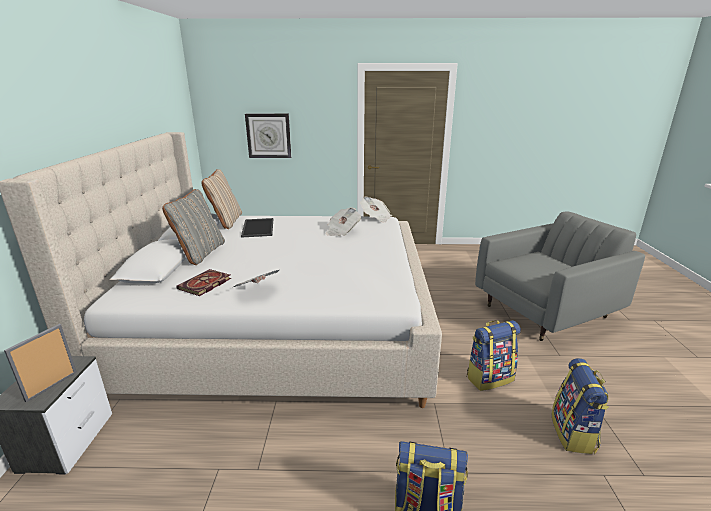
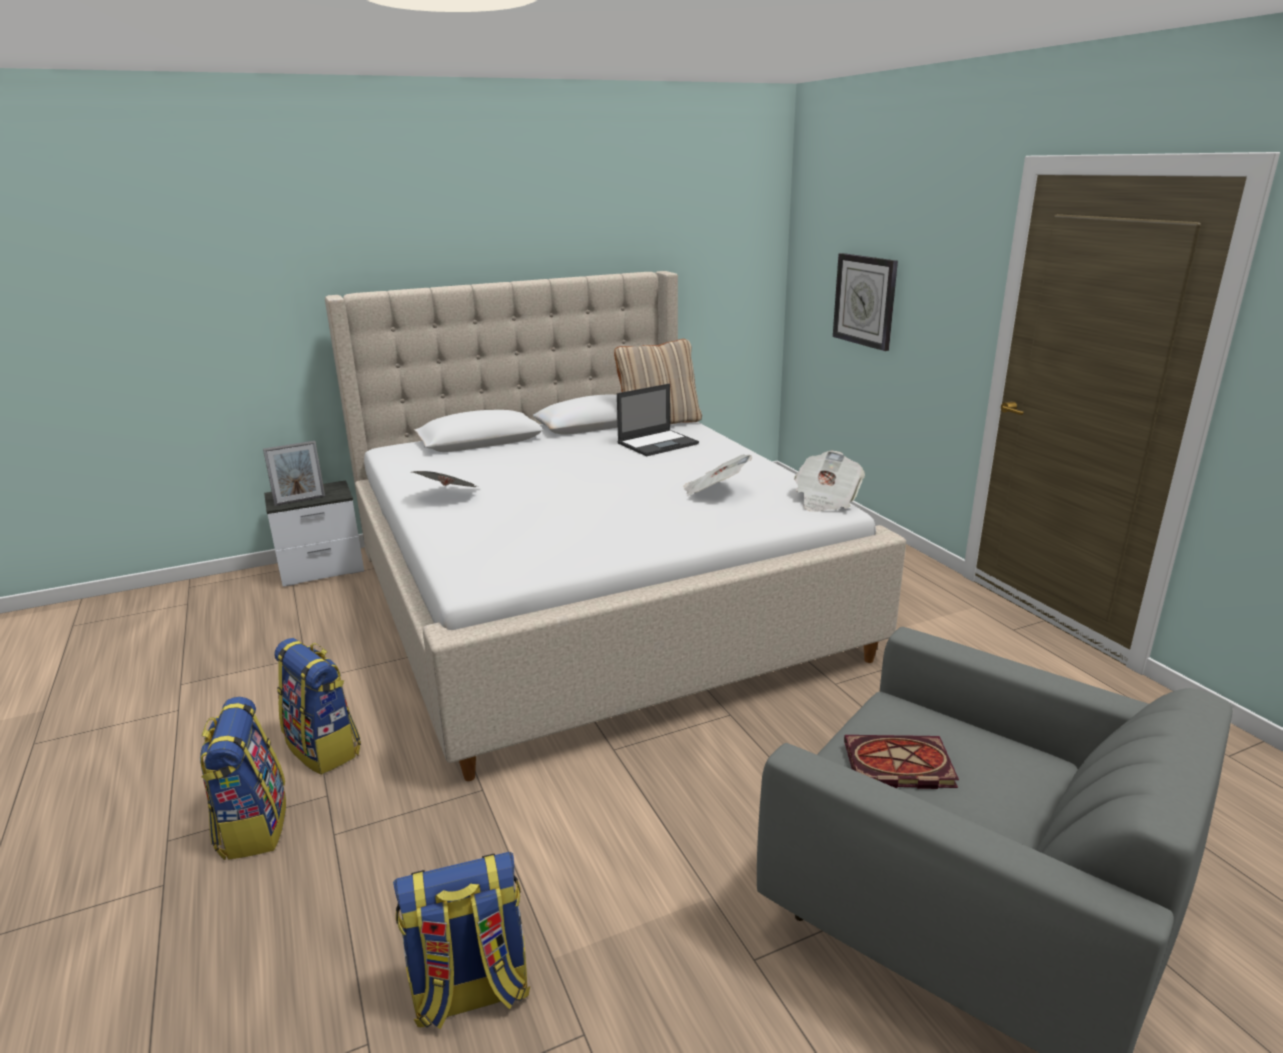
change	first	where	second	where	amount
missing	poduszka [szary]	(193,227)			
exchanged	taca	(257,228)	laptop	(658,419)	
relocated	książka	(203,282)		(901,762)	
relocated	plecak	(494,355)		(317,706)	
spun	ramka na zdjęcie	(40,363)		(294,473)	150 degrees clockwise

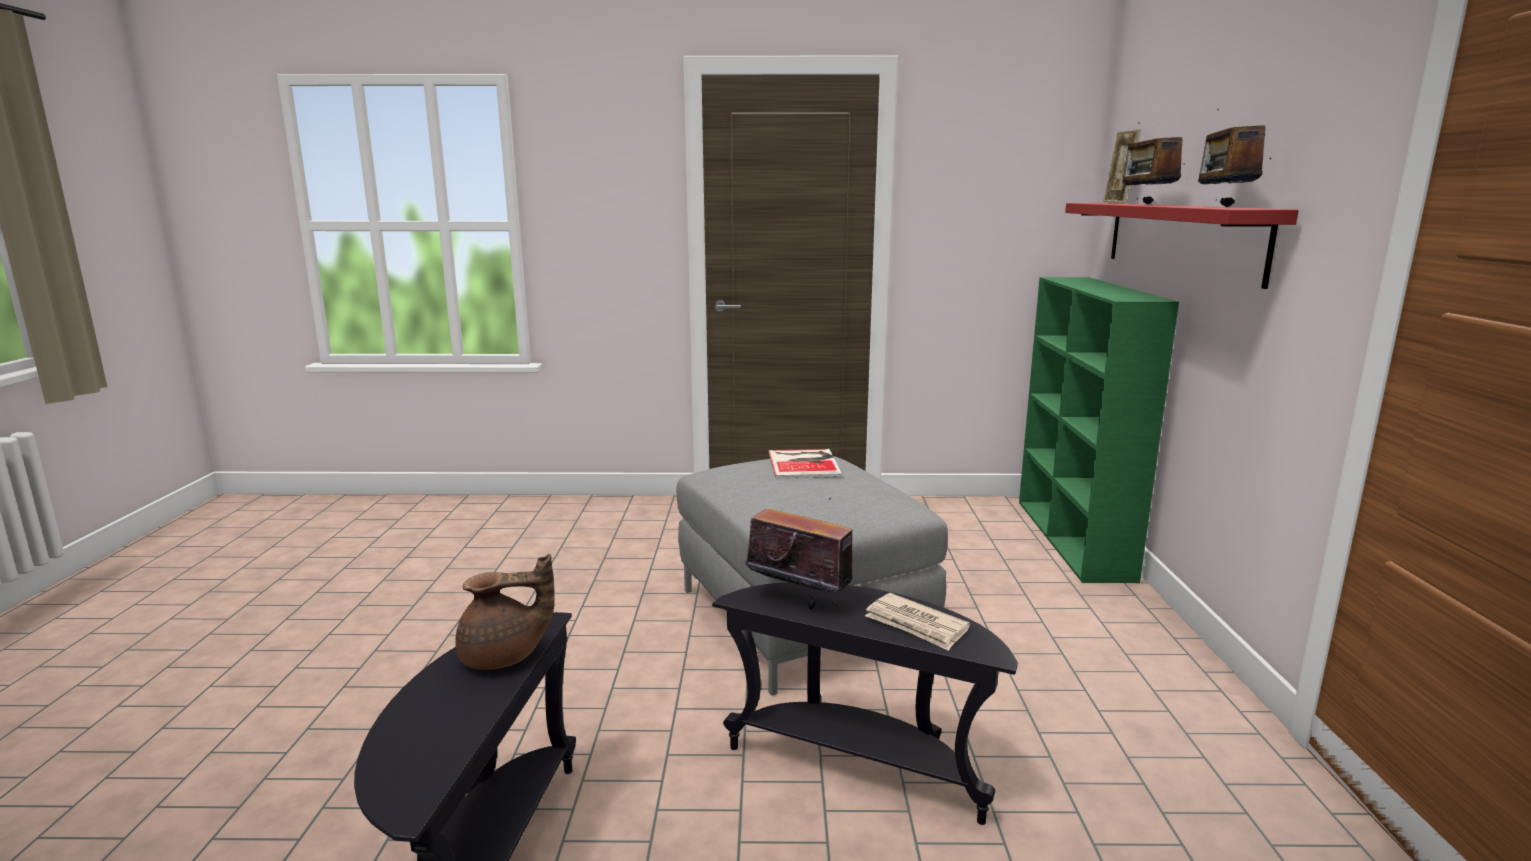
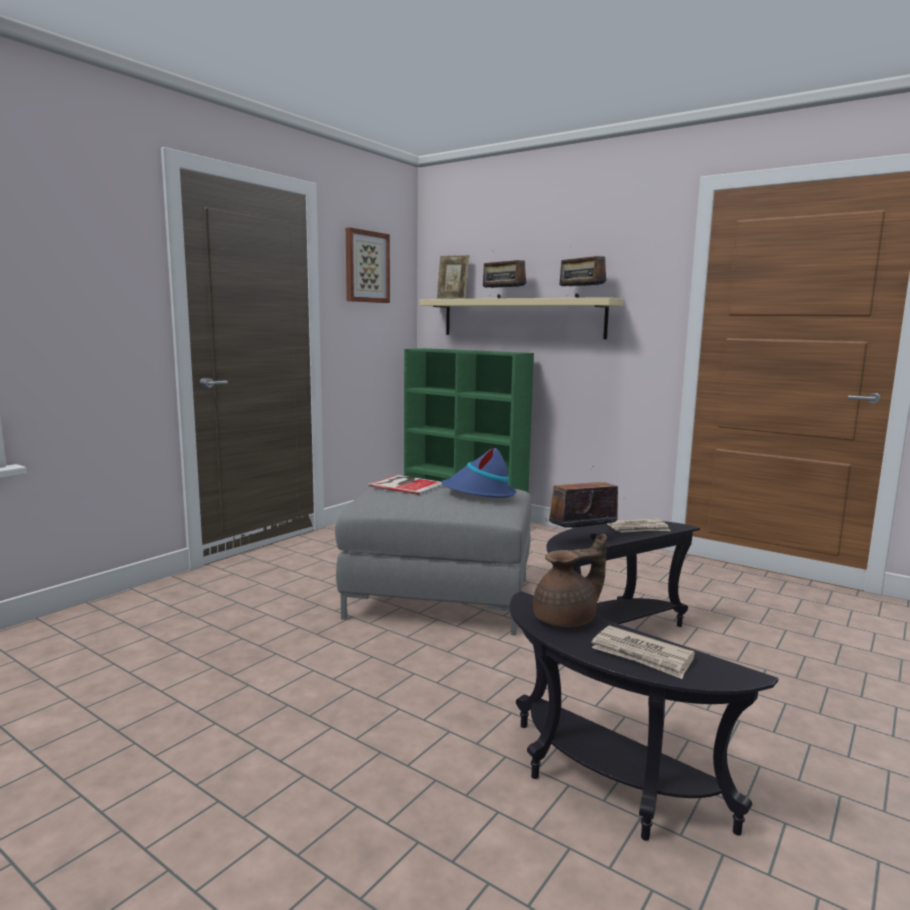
change	first	where	second	where	amount
colour	półka [czerwony]	(1182,246)	półka [beżowy]	(521,318)	
spun	imbryk [brązowy]	(505,612)		(570,580)	45 degrees clockwise
appeared			obraz	(368,265)	
appeared			kapelusz [niebieski]	(479,472)	
appeared			gazeta	(643,652)	

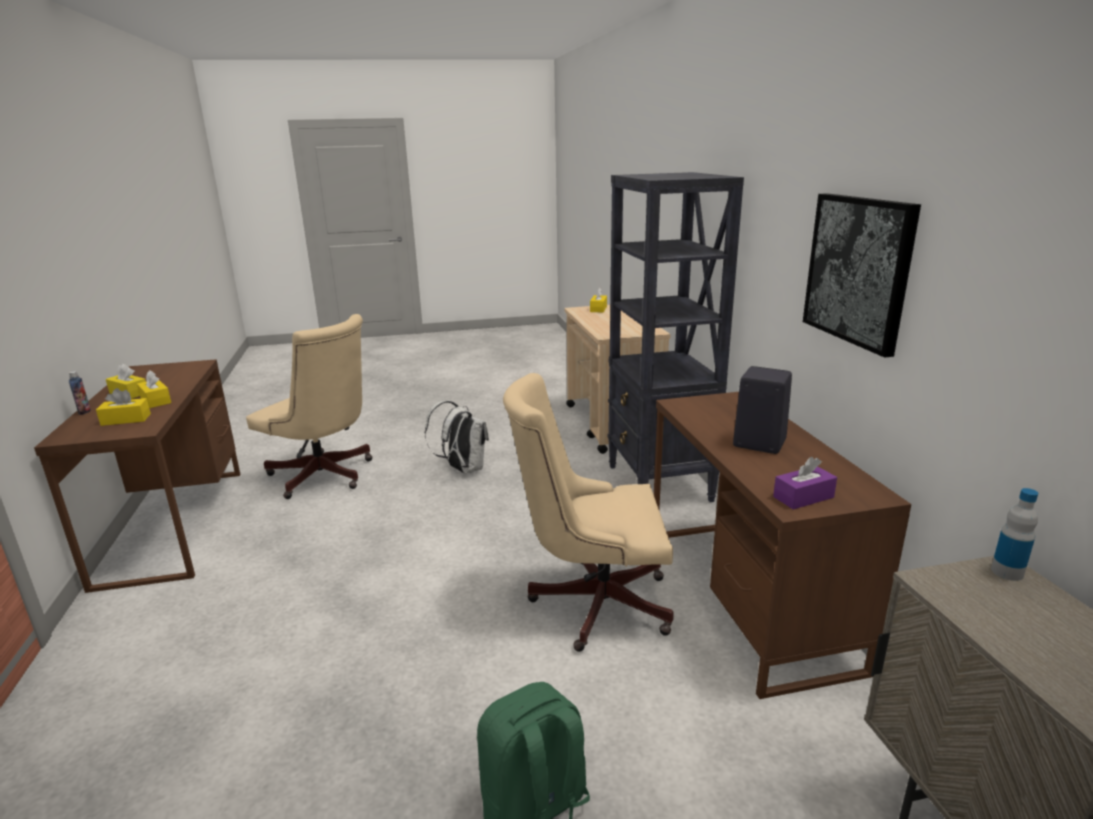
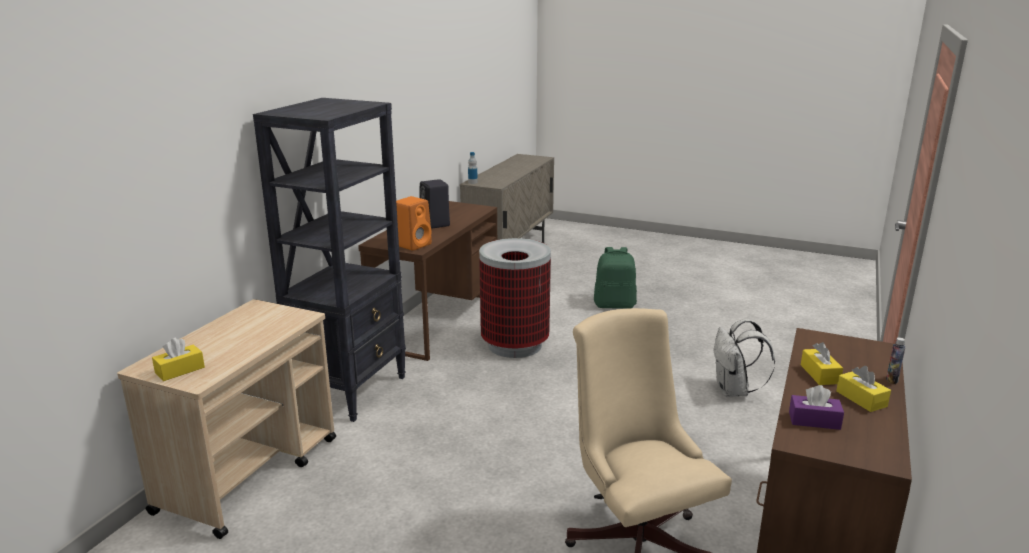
change	first	where	second	where	amount
missing	obraz	(862,275)			
exchanged	krzesło biurowe [beżowy]	(588,512)	kosz na śmieci	(515,298)	
missing	pudełko chusteczek [żółty]	(123,407)			
relocated	plecak [biały]	(457,437)		(744,358)	
relocated	pudełko chusteczek [fioletowy]	(805,483)		(816,407)	
appeared			głośnik [pomarańczowy]	(414,223)	

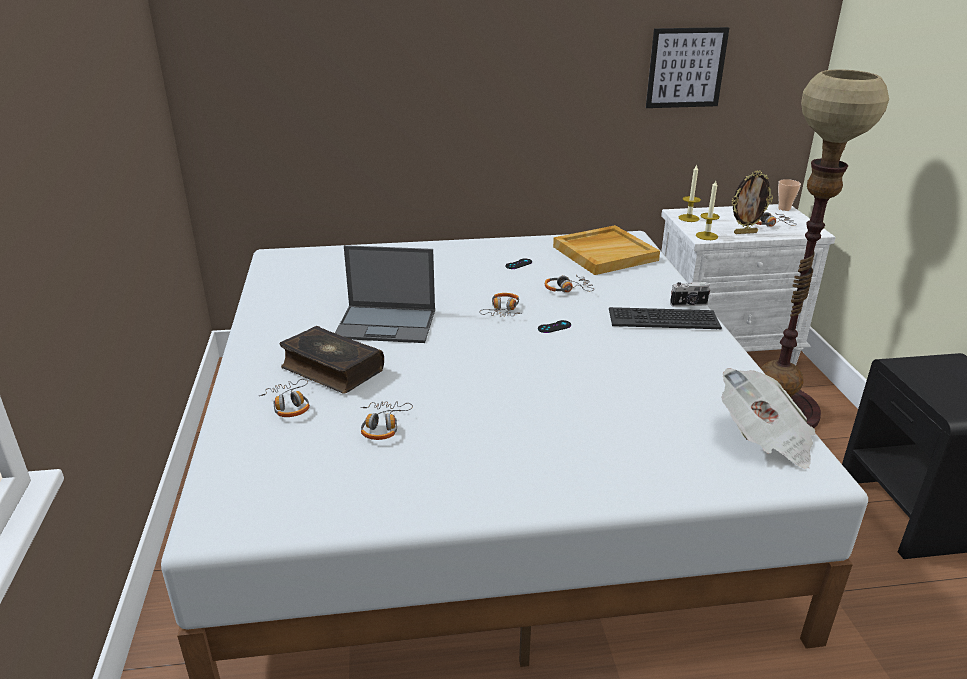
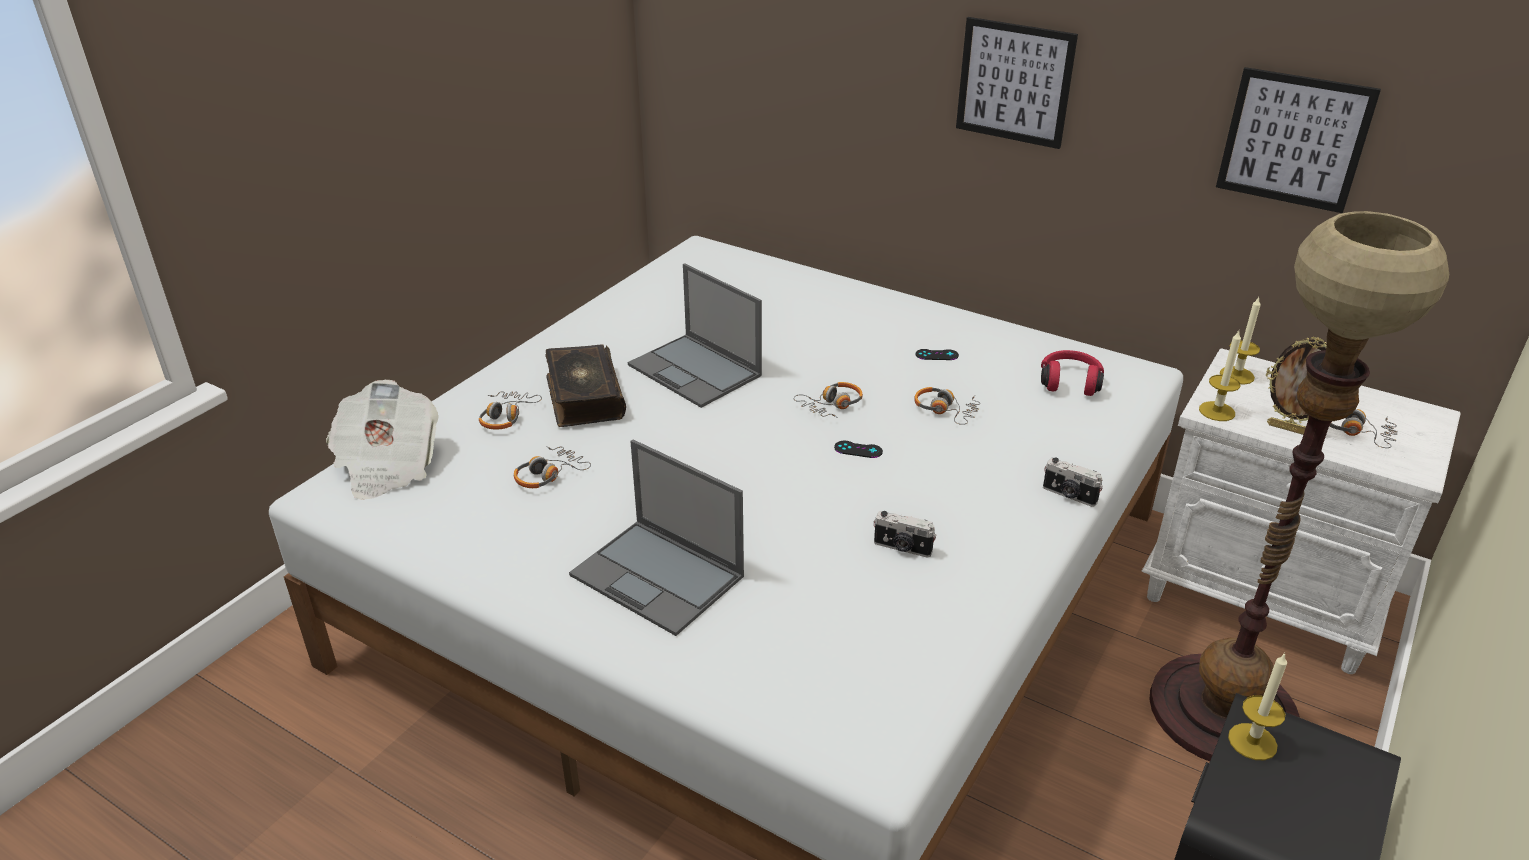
change	first	where	second	where	amount
missing	filiżanka	(789,195)			
exchanged	taca [beżowy]	(606,250)	słuchawki [czerwony]	(1072,373)	
missing	klawiatura	(665,318)			
relocated	gazeta	(768,418)		(382,440)	
appeared			obraz	(1017,83)	
appeared			laptop	(656,537)	
appeared			aparat fotograficzny	(905,534)	
appeared			świeca	(1257,706)	

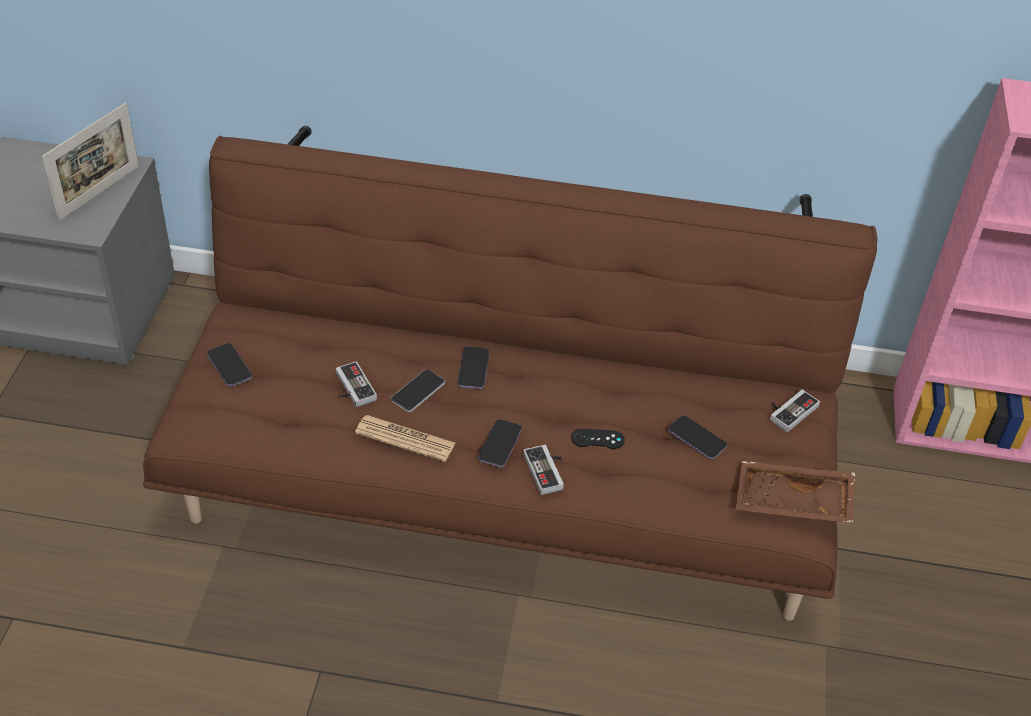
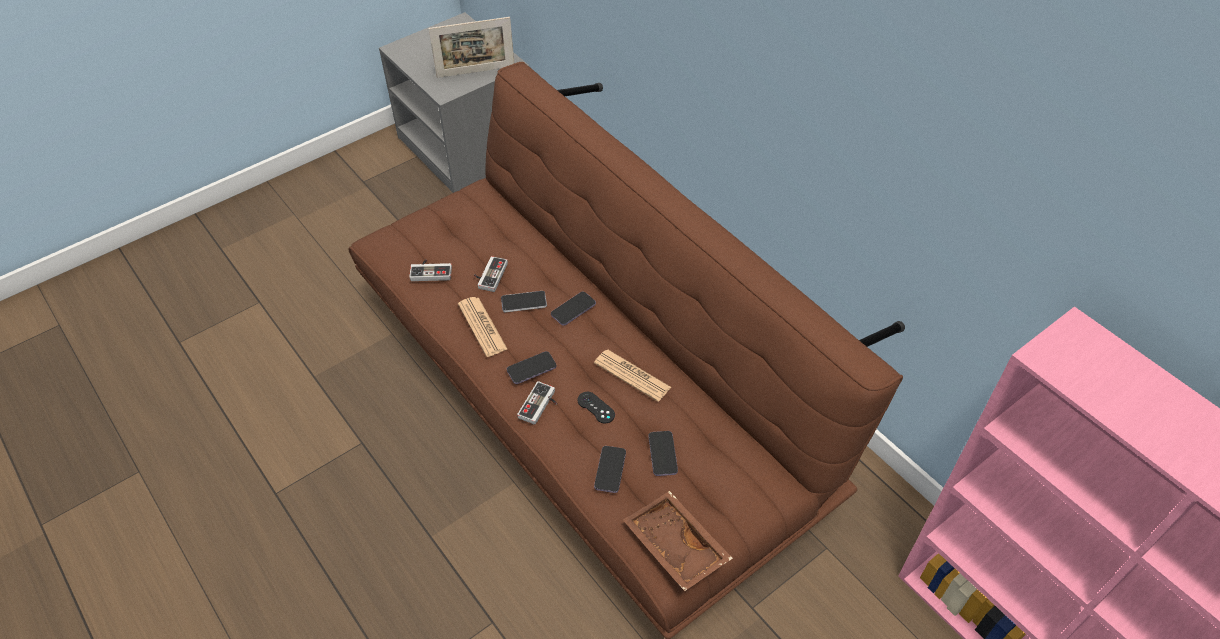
change	first	where	second	where	amount
relocated	telefon	(229,365)		(610,469)	
relocated	pad do gier	(795,410)		(430,270)	
appeared			gazeta	(632,376)	

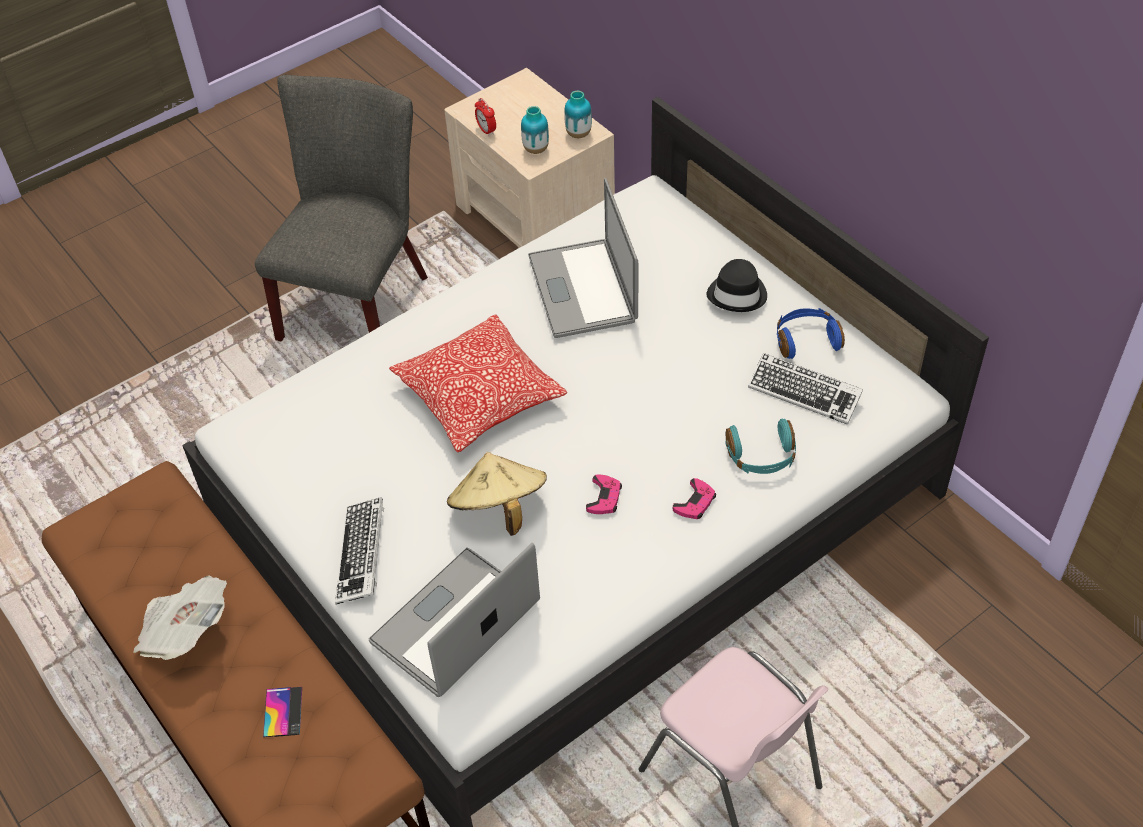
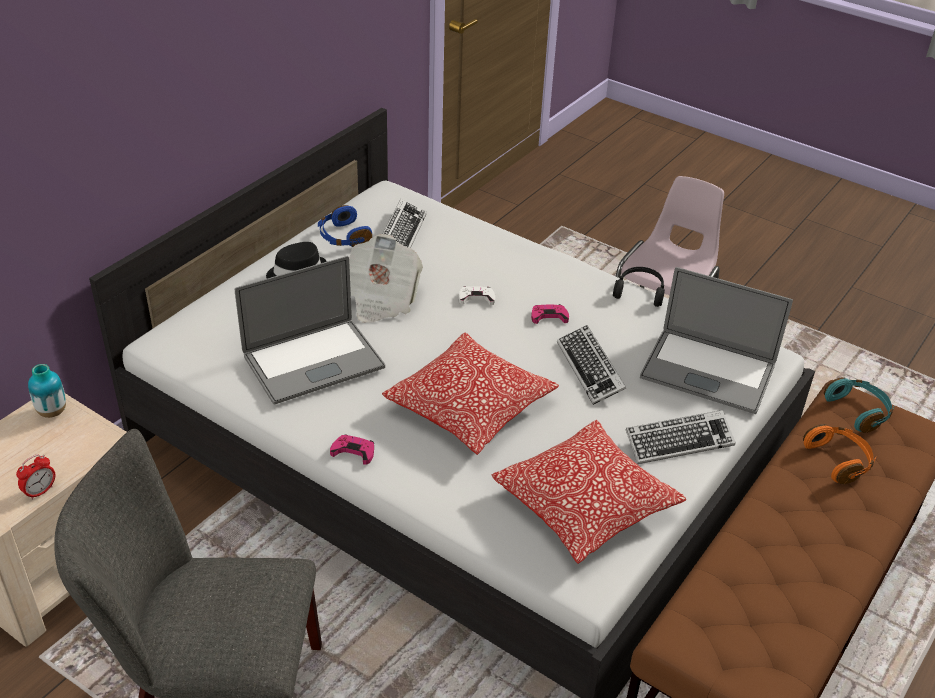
change	first	where	second	where	amount
missing	wazon	(535,130)			
relocated	słuchawki [turkusowy]	(760,446)		(859,405)	
exchanged	kapelusz [beżowy]	(497,494)	klawiatura	(591,365)	
relocated	pad do gier [różowy]	(694,498)		(352,449)	
relocated	gazeta	(180,617)		(386,278)	
exchanged	telefon	(282,712)	słuchawki [pomarańczowy]	(839,454)	
appeared			słuchawki [czarny]	(639,287)	
appeared			pad do gier [biały]	(476,295)	
appeared			poduszka	(589,492)	

